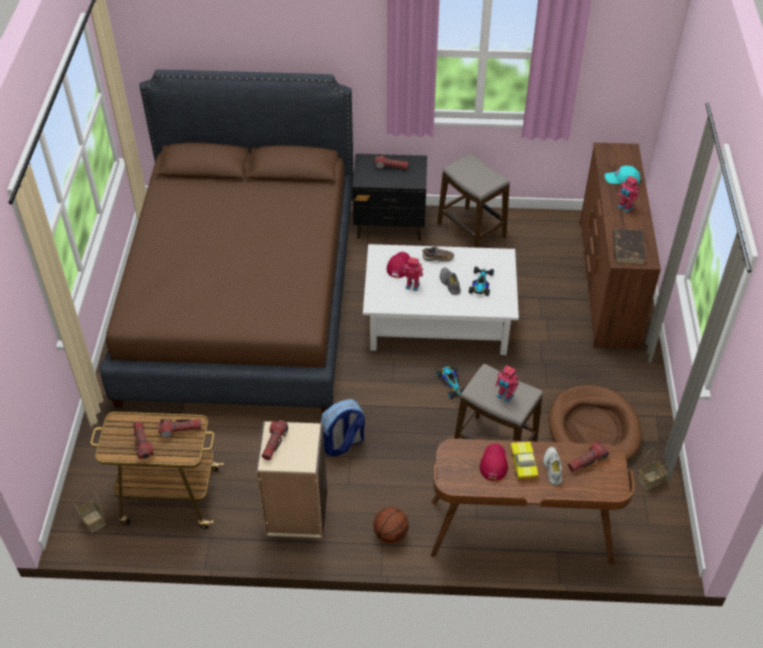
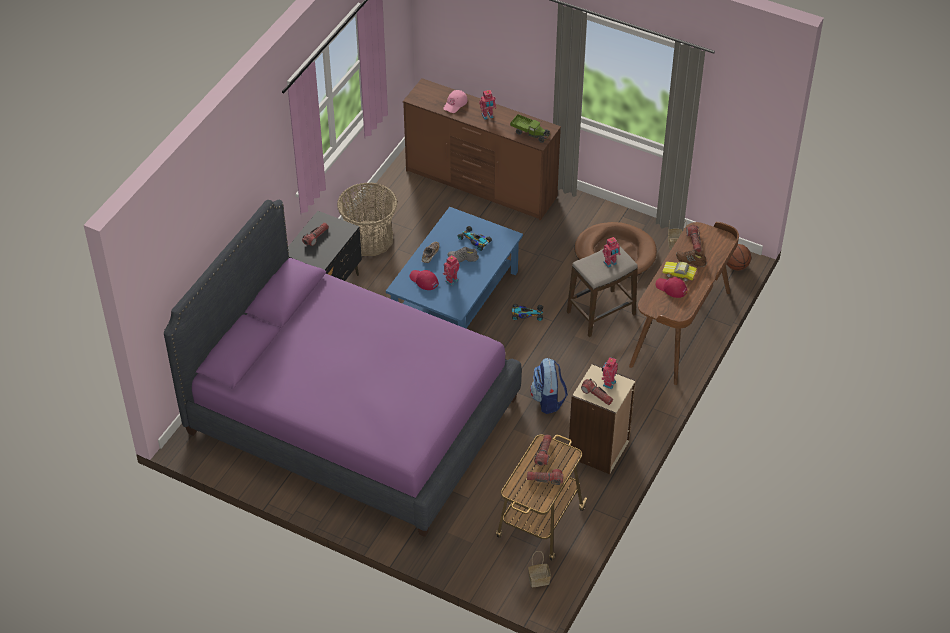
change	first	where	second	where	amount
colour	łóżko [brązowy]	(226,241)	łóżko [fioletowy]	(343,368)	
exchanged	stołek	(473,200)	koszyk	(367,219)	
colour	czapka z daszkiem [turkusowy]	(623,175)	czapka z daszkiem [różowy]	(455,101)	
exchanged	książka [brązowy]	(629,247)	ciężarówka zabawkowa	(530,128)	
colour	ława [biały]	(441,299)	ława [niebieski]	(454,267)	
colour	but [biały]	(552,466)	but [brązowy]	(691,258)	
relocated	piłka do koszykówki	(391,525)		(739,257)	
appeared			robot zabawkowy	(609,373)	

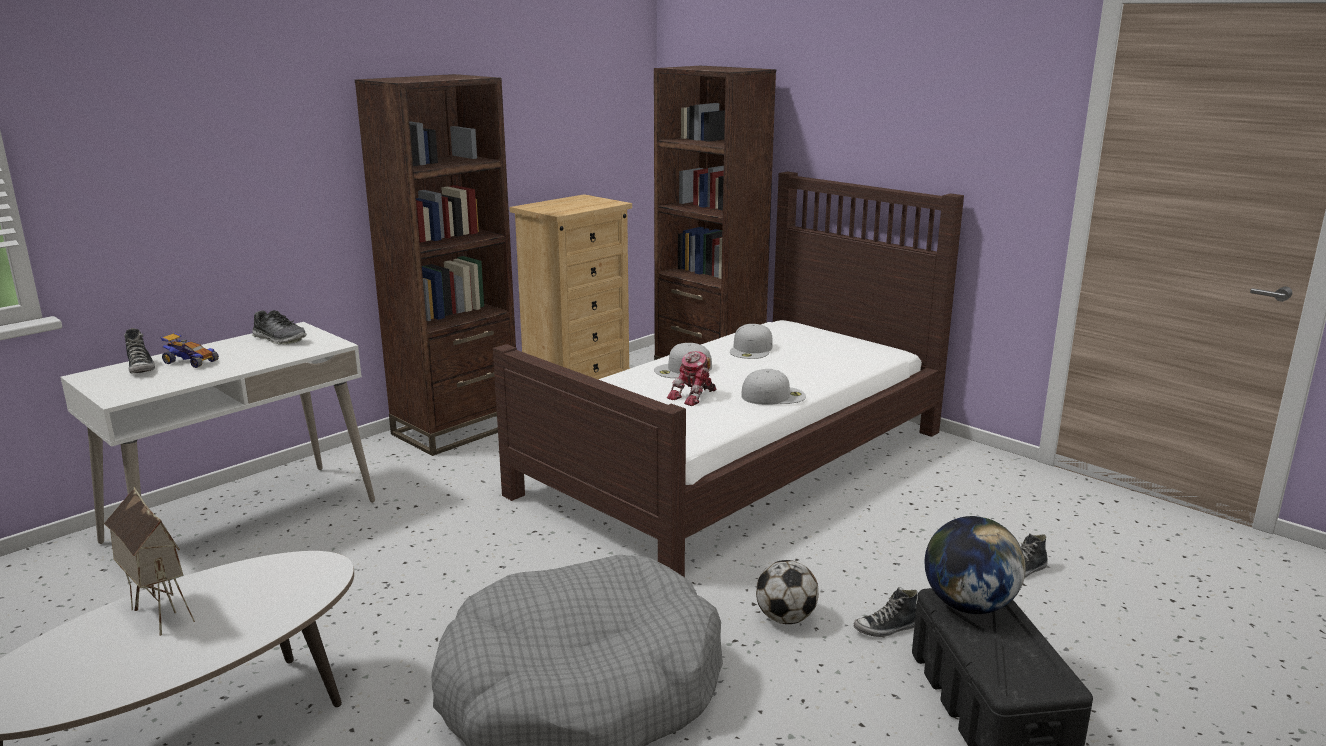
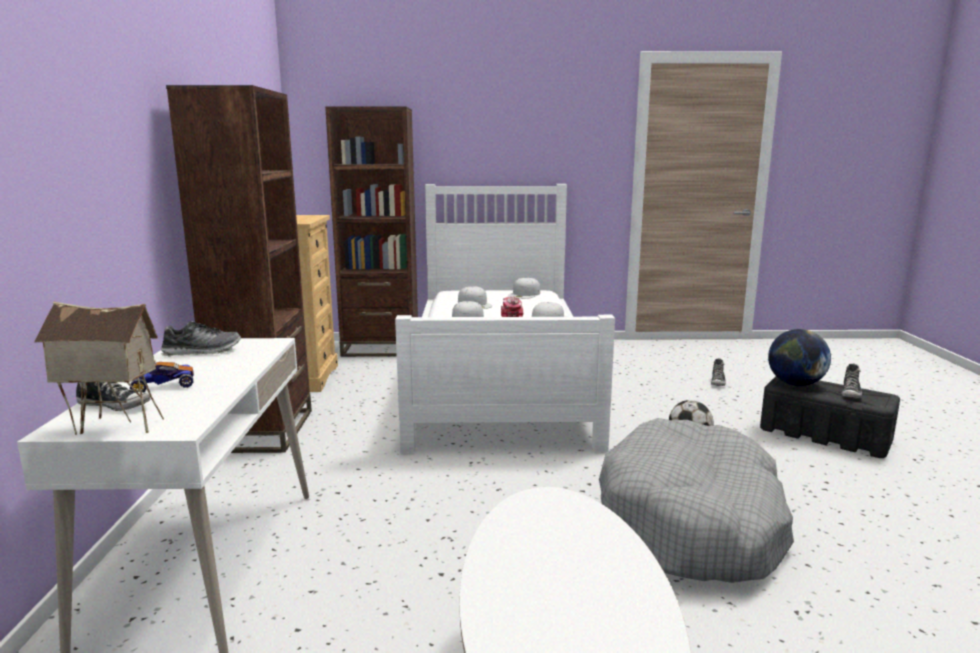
change	first	where	second	where	amount
colour	łóżko [brązowy]	(728,374)	łóżko [biały]	(505,319)	
relocated	domek	(149,561)		(99,368)	
relocated	but	(886,612)		(851,381)	
appeared			czapka z daszkiem [biały]	(524,288)	

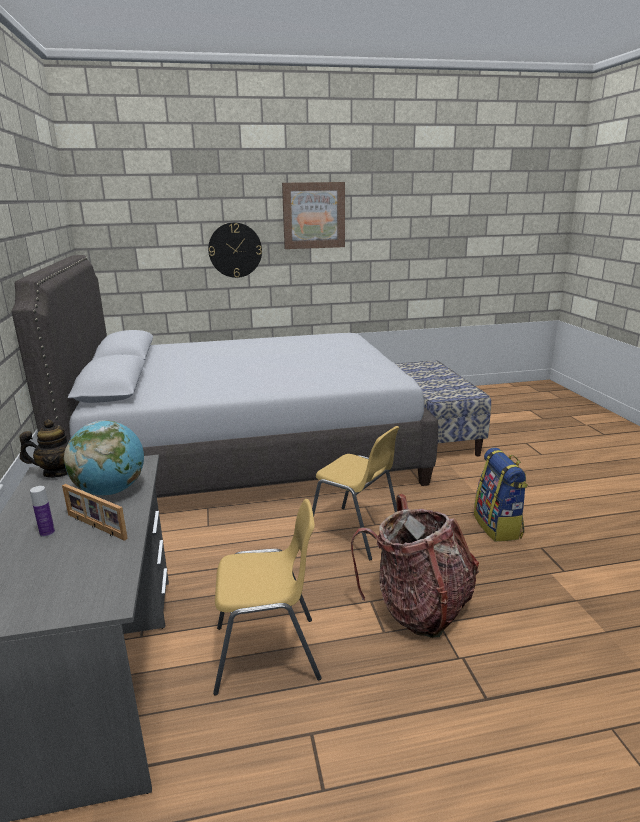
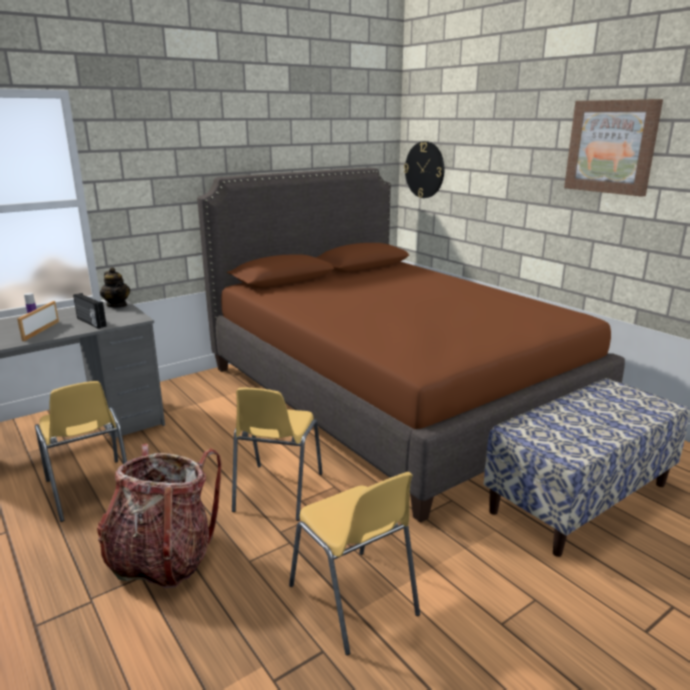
change	first	where	second	where	amount
relocated	zegar ścienny	(235,250)		(424,169)	
colour	łóżko [szary]	(225,376)	łóżko [brązowy]	(411,345)	
exchanged	globus	(104,457)	radio	(90,311)	
exchanged	plecak	(501,495)	krzesło [żółty]	(354,563)	

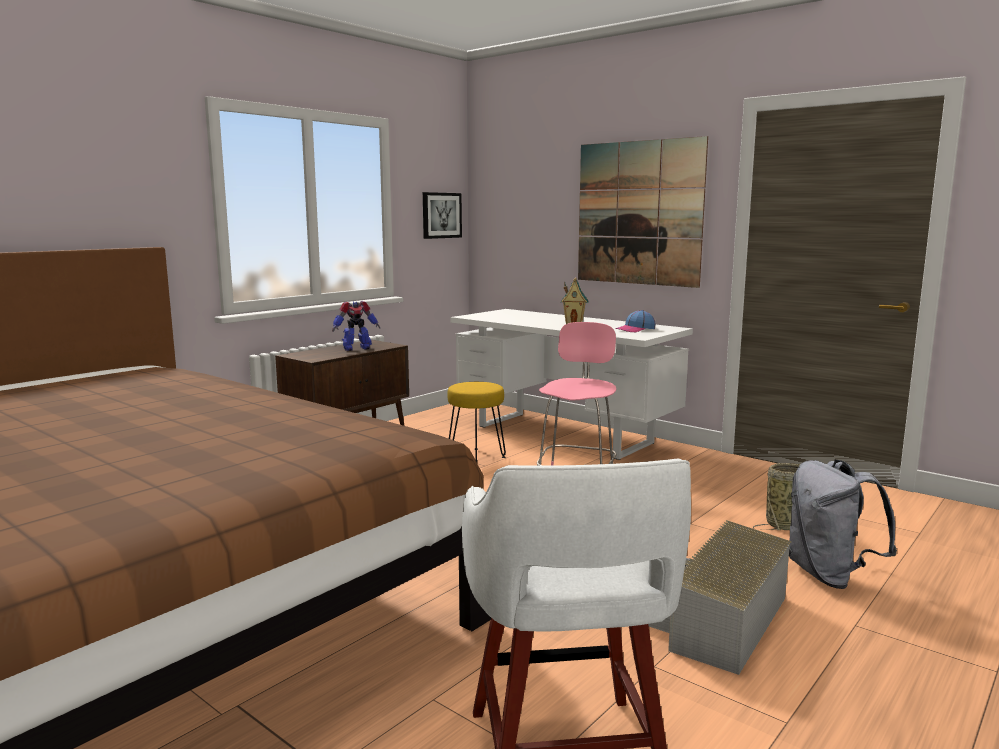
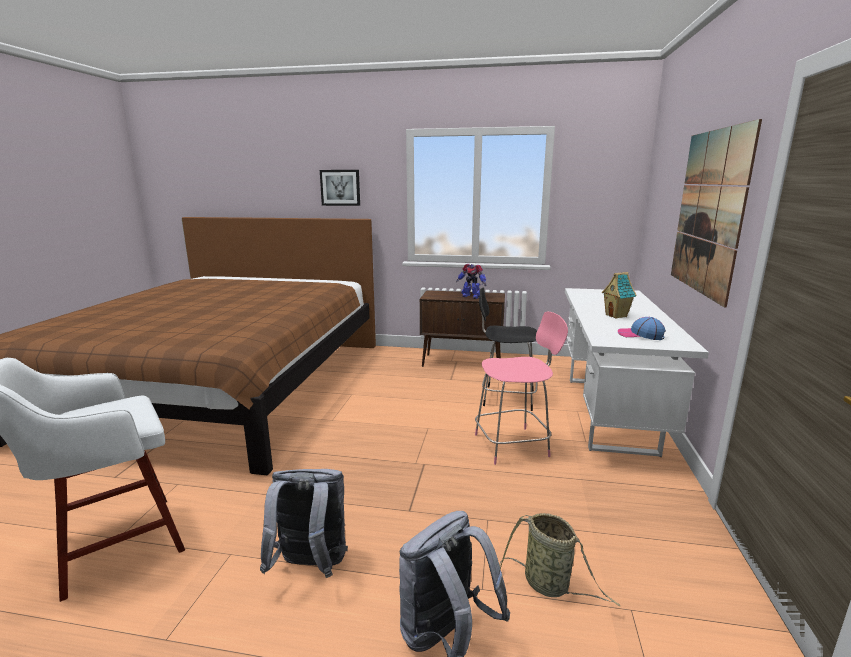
change	first	where	second	where	amount
relocated	obraz	(442,215)		(340,188)	
exchanged	stołek [żółty]	(476,422)	krzesło [czarny]	(508,349)	
exchanged	pojemnik do przechowywania [szary]	(720,597)	plecak [szary]	(304,523)	

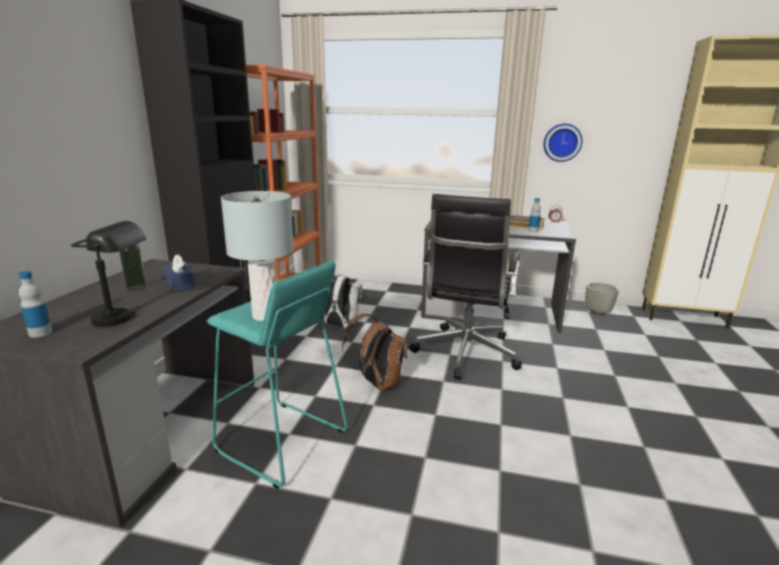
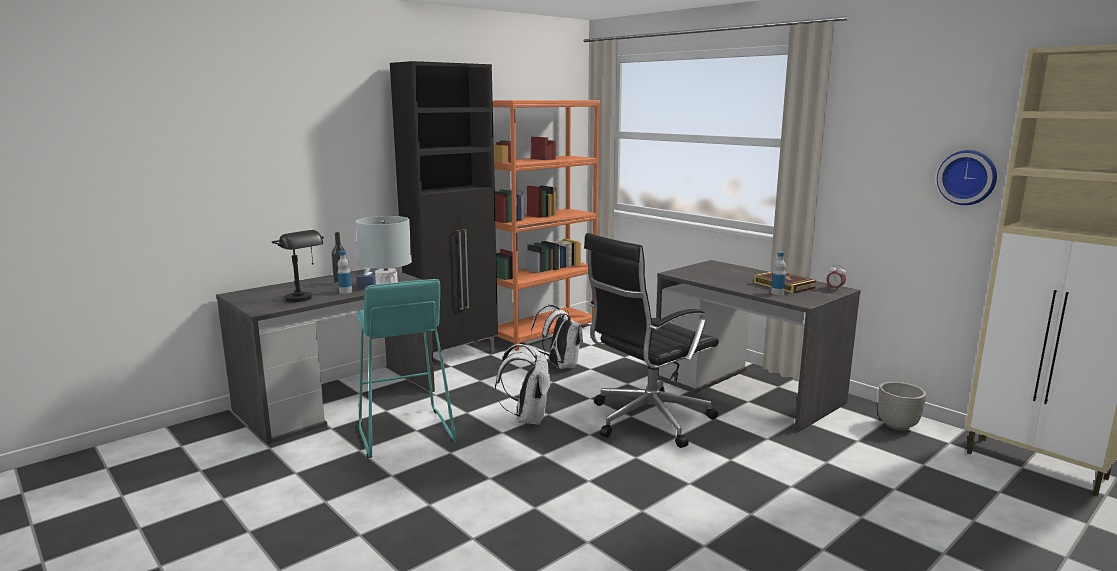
change	first	where	second	where	amount
relocated	zegar ścienny	(563,143)		(967,177)	
relocated	butelka	(35,304)		(344,272)	
colour	plecak [brązowy]	(375,352)	plecak [biały]	(523,384)	

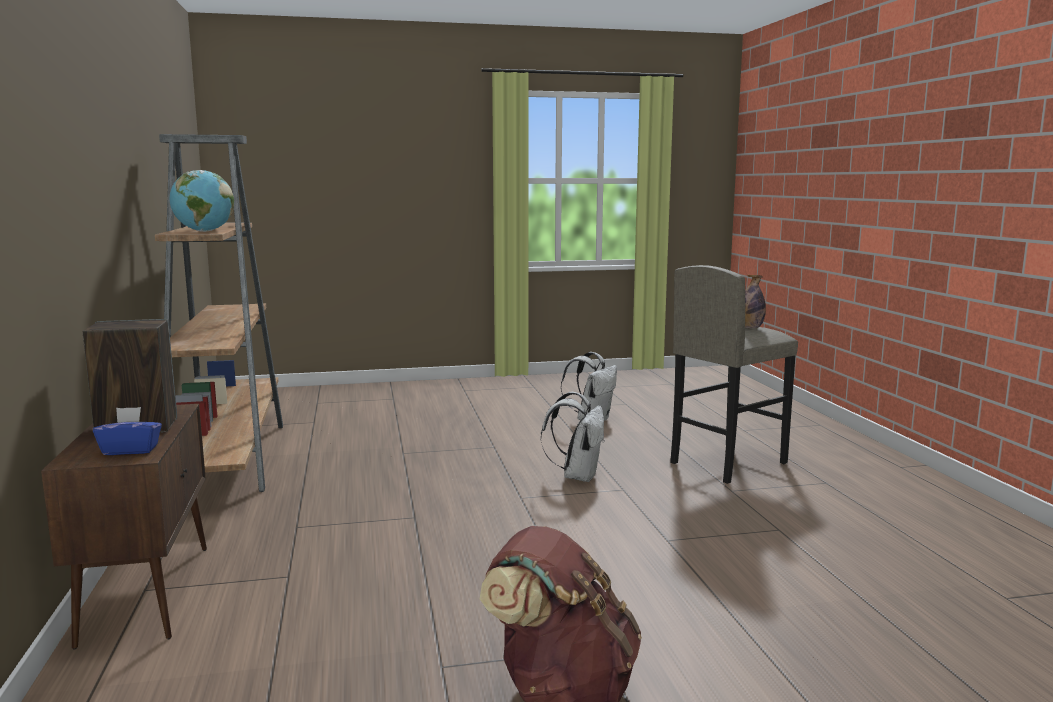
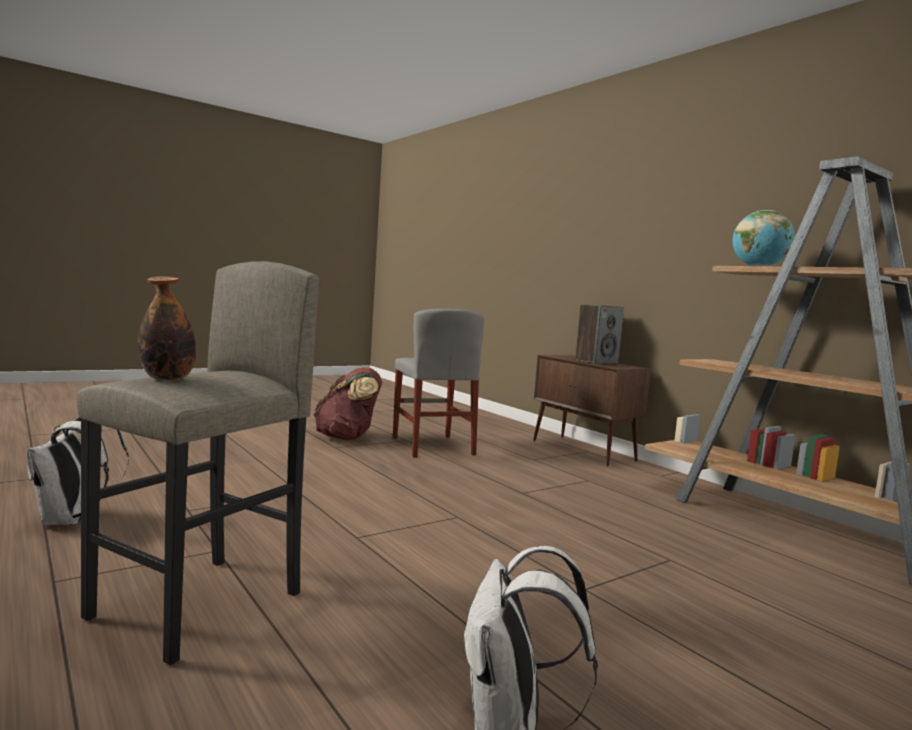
change	first	where	second	where	amount
relocated	plecak [biały]	(573,437)		(77,471)	
missing	pudełko chusteczek [niebieski]	(127,431)			
appeared			krzesło [szary]	(438,383)	

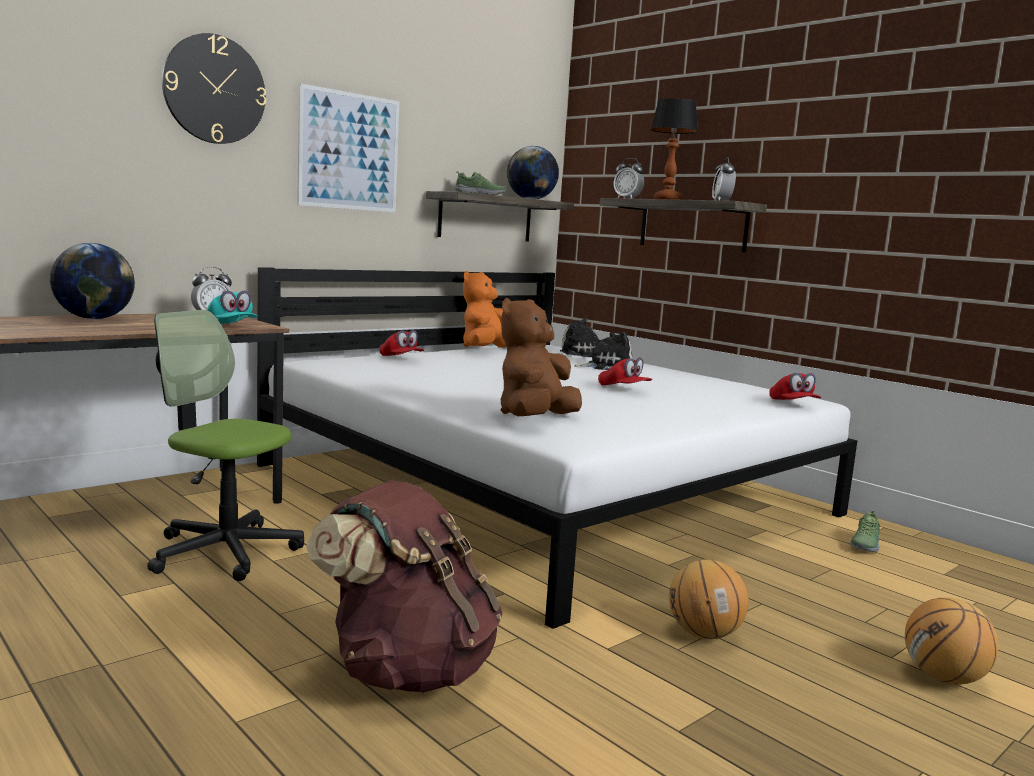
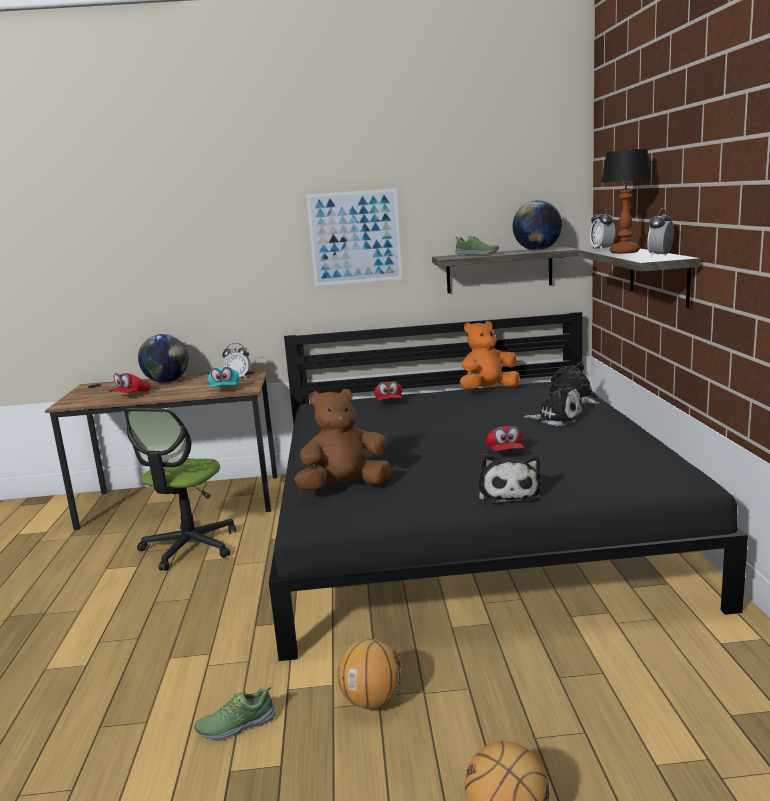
change	first	where	second	where	amount
missing	zegar ścienny	(214,88)			
colour	łóżko [biały]	(557,448)	łóżko [czarny]	(508,486)	
spun	krzesło biurowe	(225,445)		(180,489)	135 degrees counterclockwise
relocated	czapka z daszkiem [czerwony]	(795,386)		(129,383)	
missing	plecak [brązowy]	(404,586)			
relocated	but	(864,531)		(234,714)	
appeared			pluszak	(510,479)	

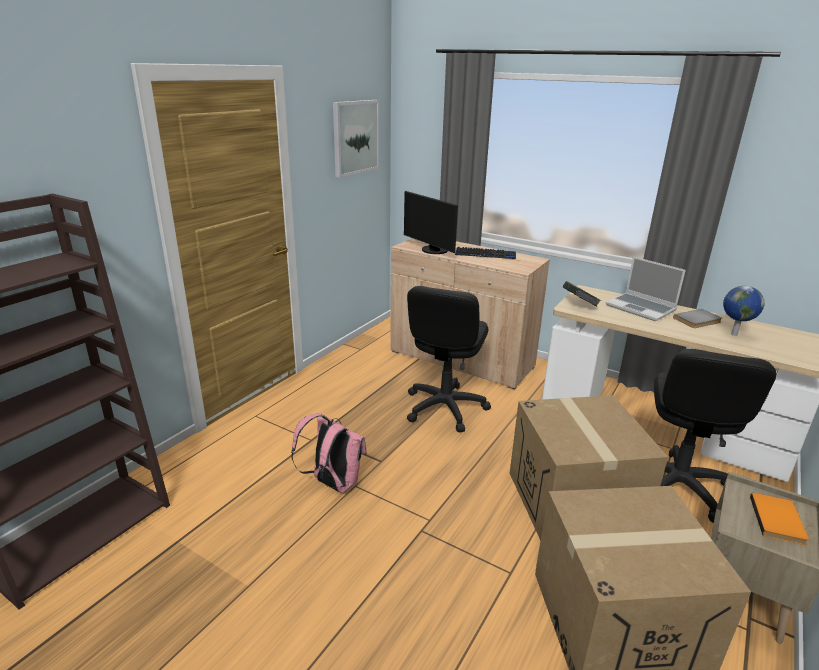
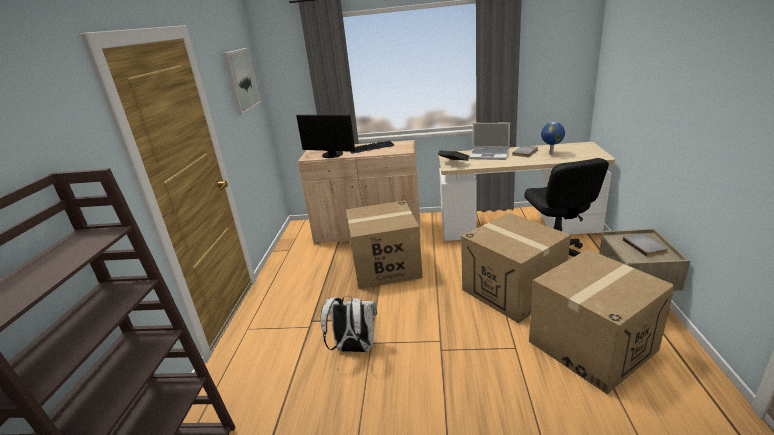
change	first	where	second	where	amount
exchanged	krzesło biurowe [czarny]	(449,359)	karton	(384,244)	
colour	plecak [różowy]	(329,453)	plecak [biały]	(349,324)	
colour	książka [pomarańczowy]	(779,518)	książka [szary]	(645,245)	

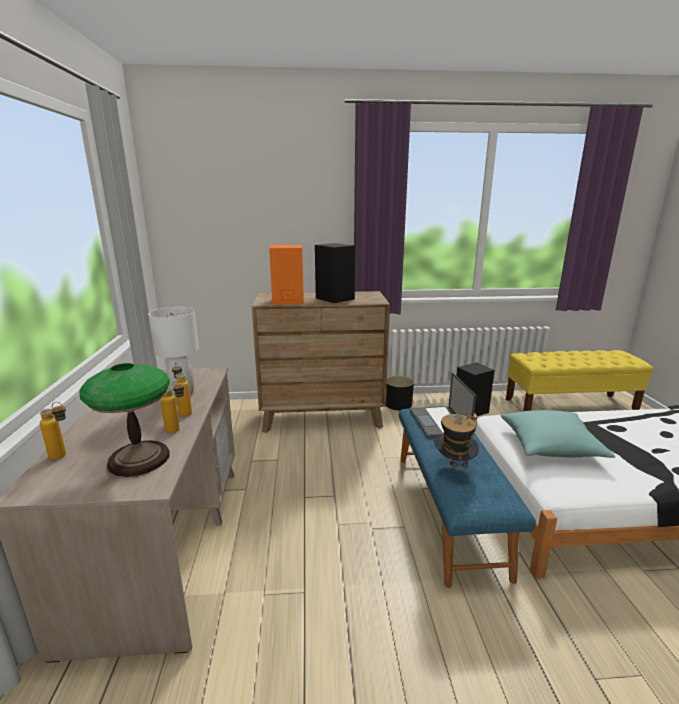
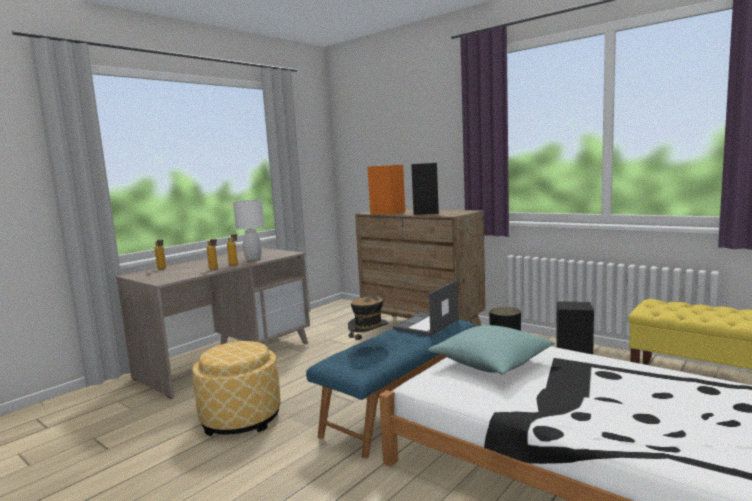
change	first	where	second	where	amount
missing	lampa stołowa	(125,420)			
appeared			pufa	(236,388)	

